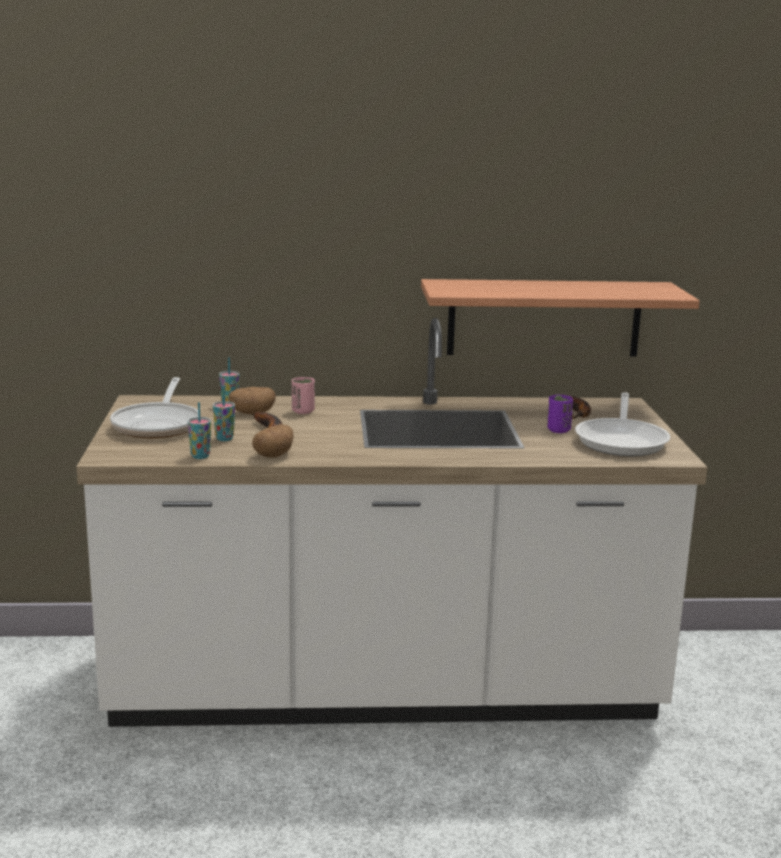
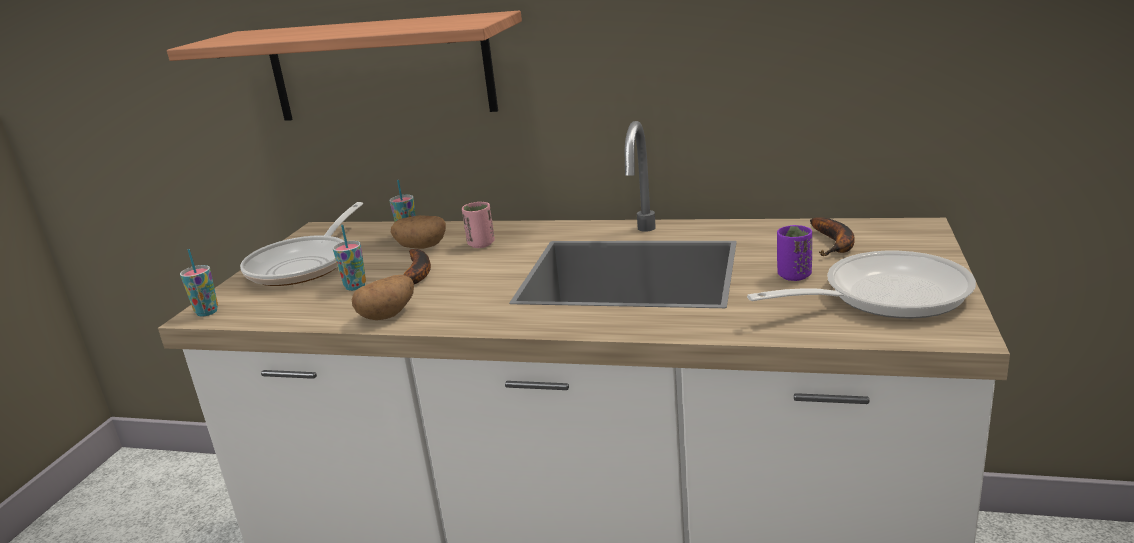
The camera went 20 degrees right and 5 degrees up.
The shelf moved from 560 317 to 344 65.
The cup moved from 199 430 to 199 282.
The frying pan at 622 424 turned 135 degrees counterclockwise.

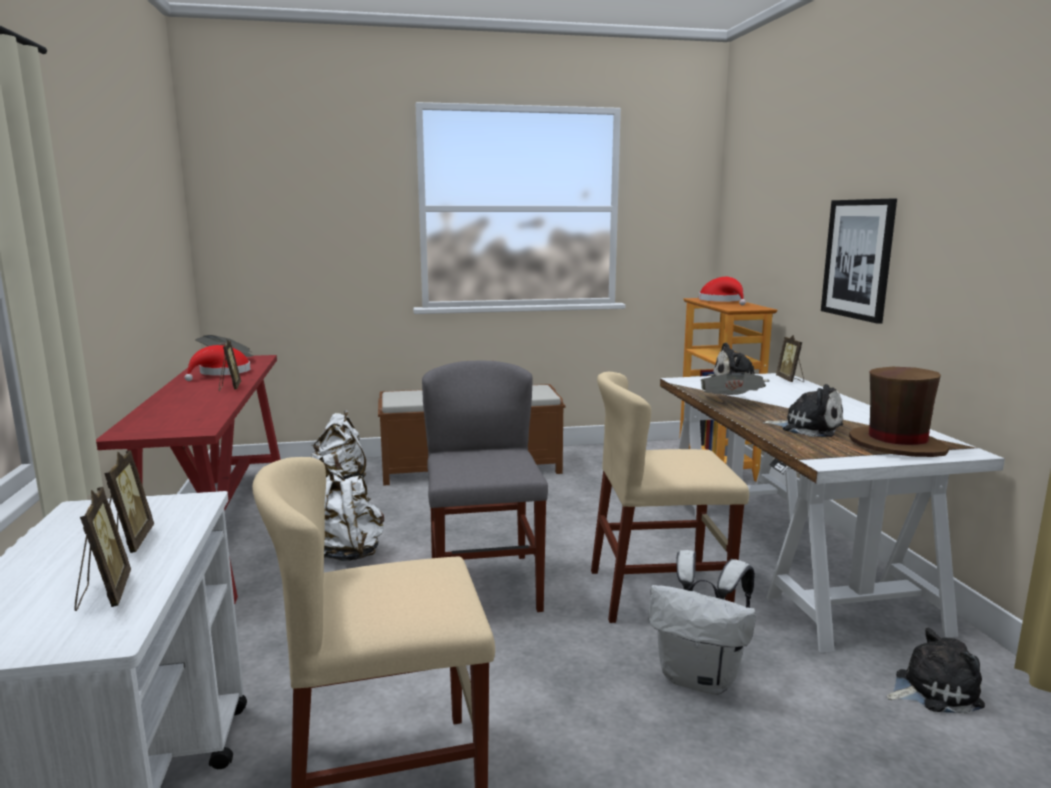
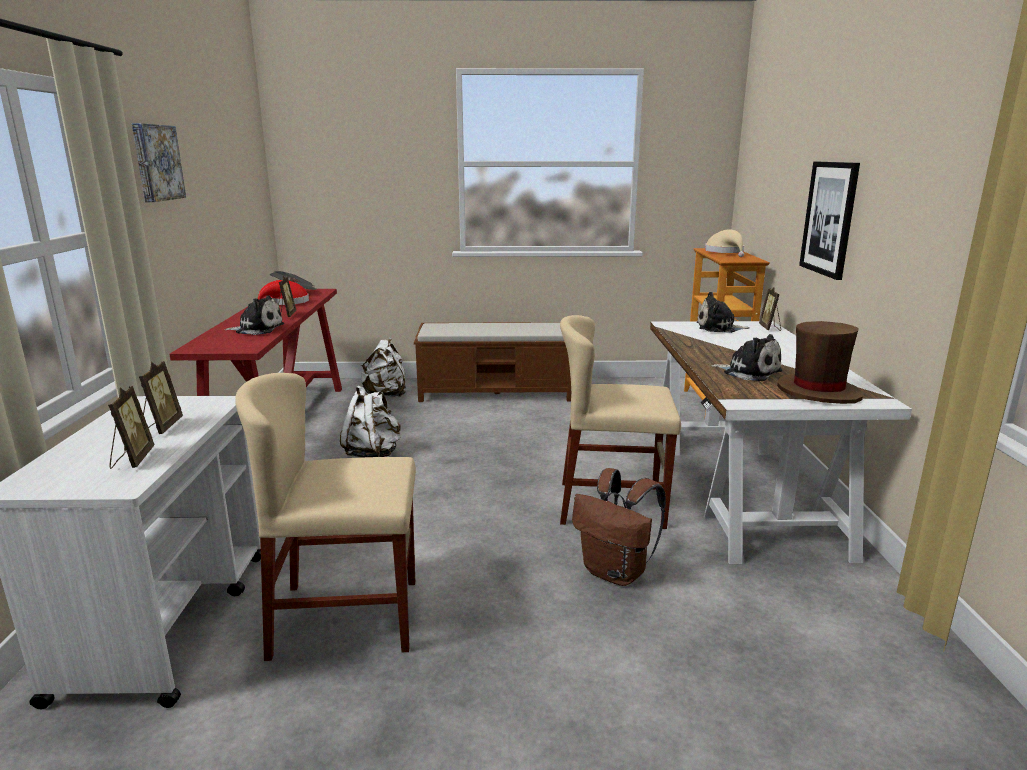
The camera went 10 degrees right and 5 degrees up.
The picture at 159 162 appeared.
The plush toy moved from 936 671 to 254 315.
The white backpack at 702 622 became the brown backpack at 619 527.
The red hat at 722 291 became the beige hat at 724 243.
The grey chair at 485 486 disappeared.
The newspaper at 733 383 disappeared.

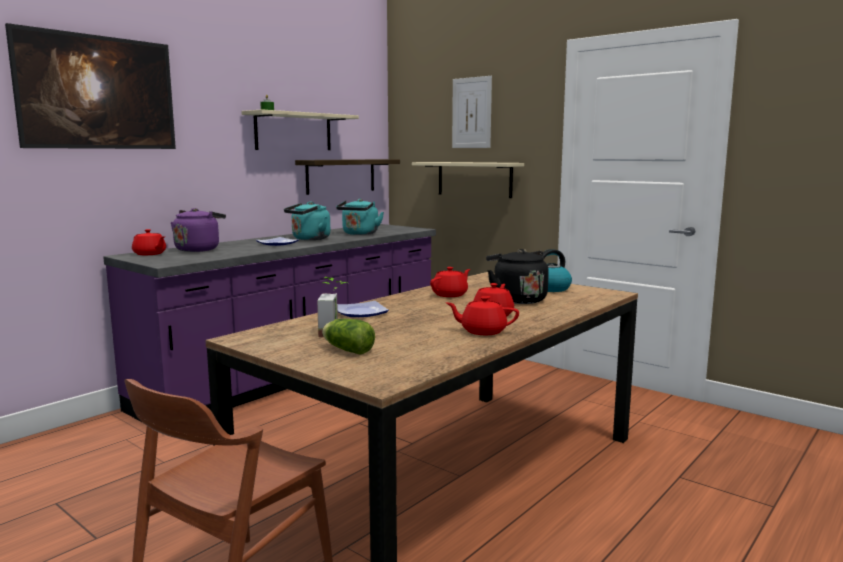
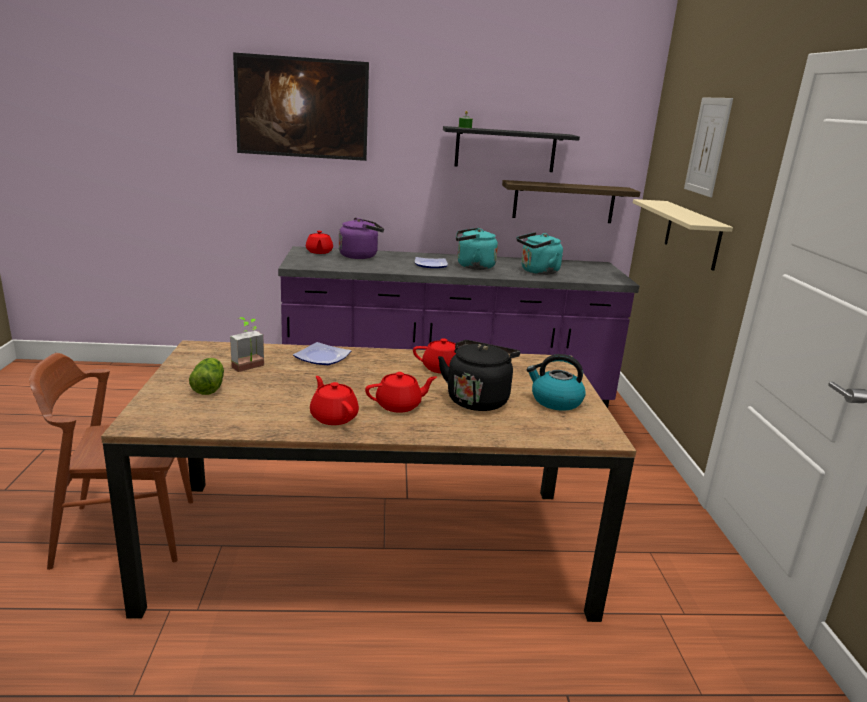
The camera went 45 degrees right and 10 degrees up.
The beige shelf at 300 130 became the black shelf at 511 149.

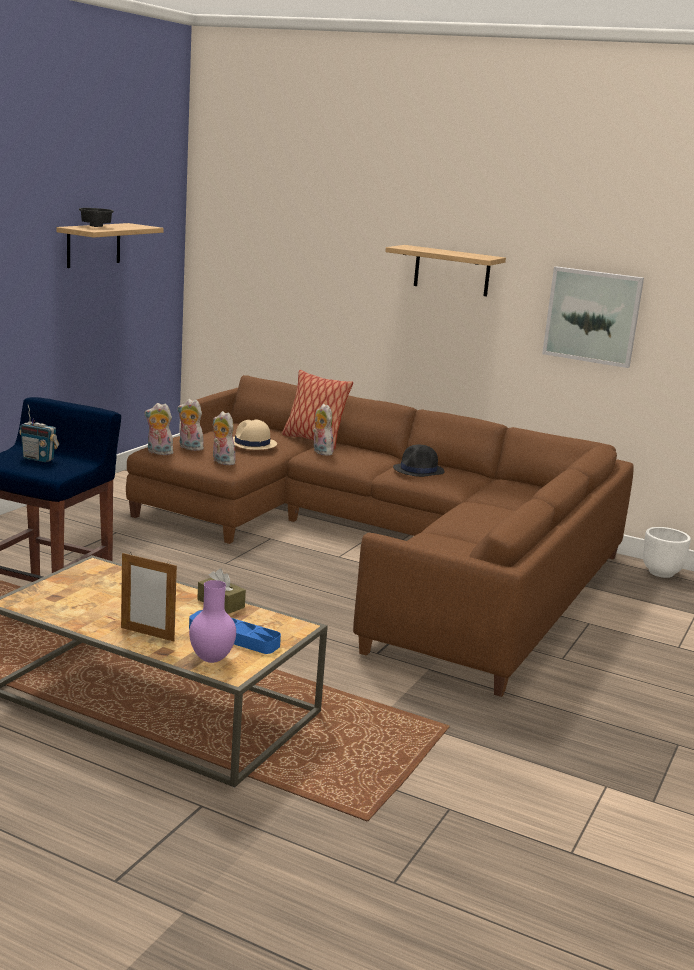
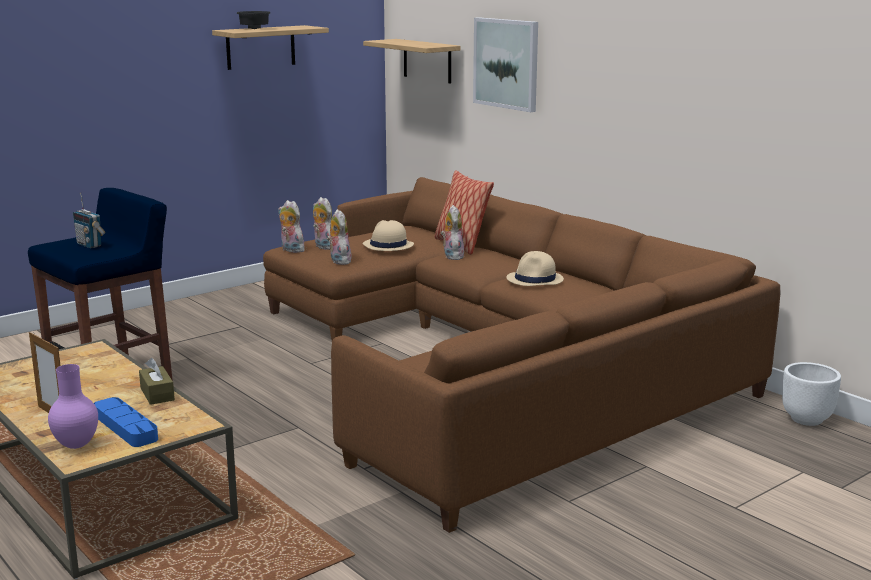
The camera went 25 degrees right and 0 degrees up.
The shelf moved from 445 270 to 411 61.
The picture moved from 593 317 to 505 64.
The black hat at 419 461 became the beige hat at 535 268.

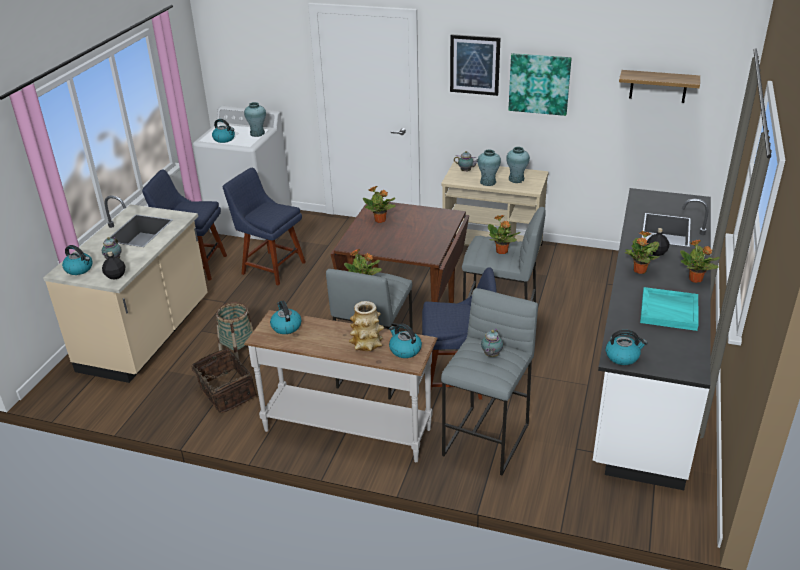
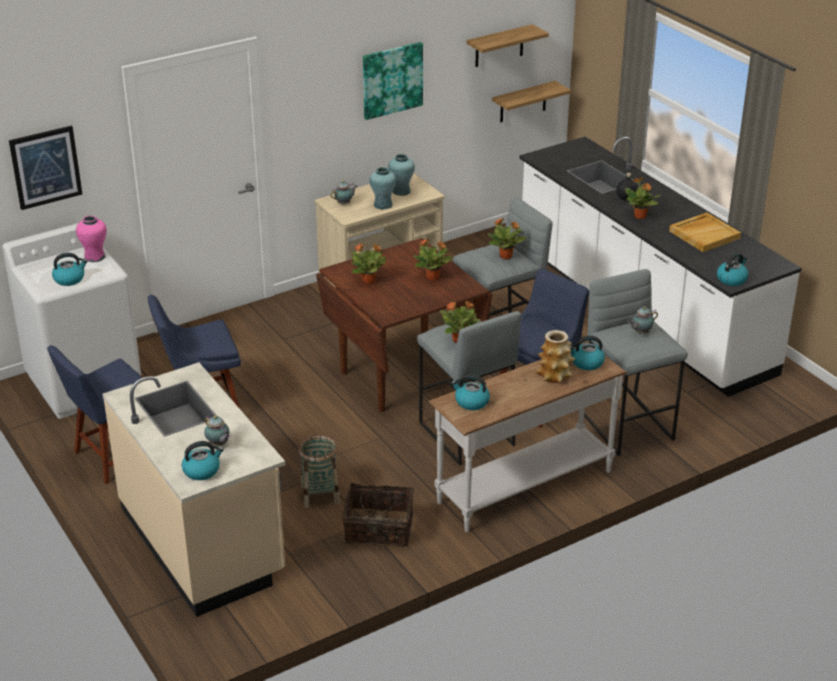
The camera went 50 degrees left and 0 degrees up.
The picture moved from 475 65 to 45 168.
The turquoise vase at 255 119 became the pink vase at 91 239.
The potted plant moved from 700 261 to 433 260.
The shelf at 531 101 appeared.
The teapot at 492 342 turned 90 degrees clockwise.
The turquoise tray at 669 309 became the beige tray at 705 232.
The black bottle at 113 265 disappeared.

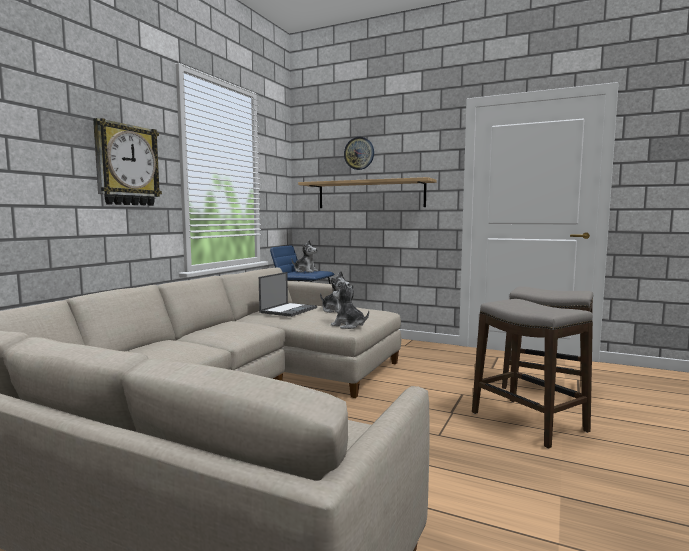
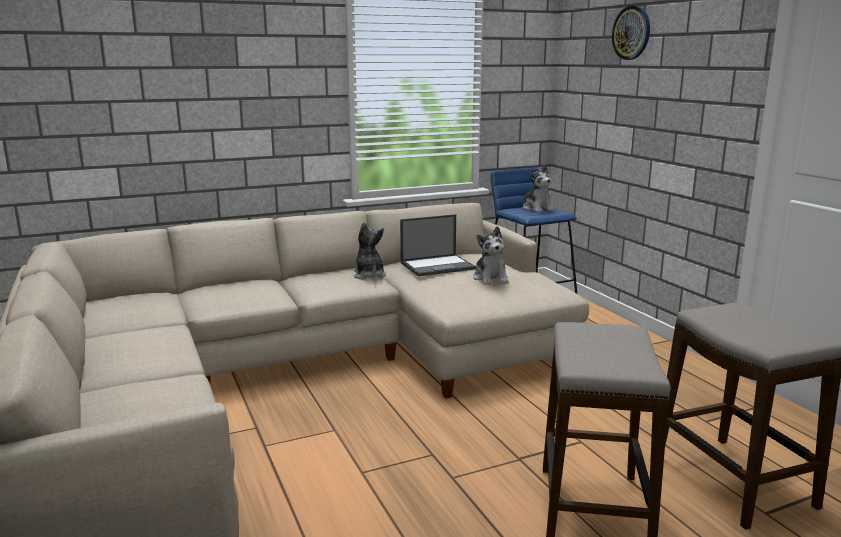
The camera went 40 degrees right and 10 degrees up.
The plush toy moved from 350 305 to 369 250.
The wall clock at 127 162 disappeared.
The shelf at 367 192 disappeared.

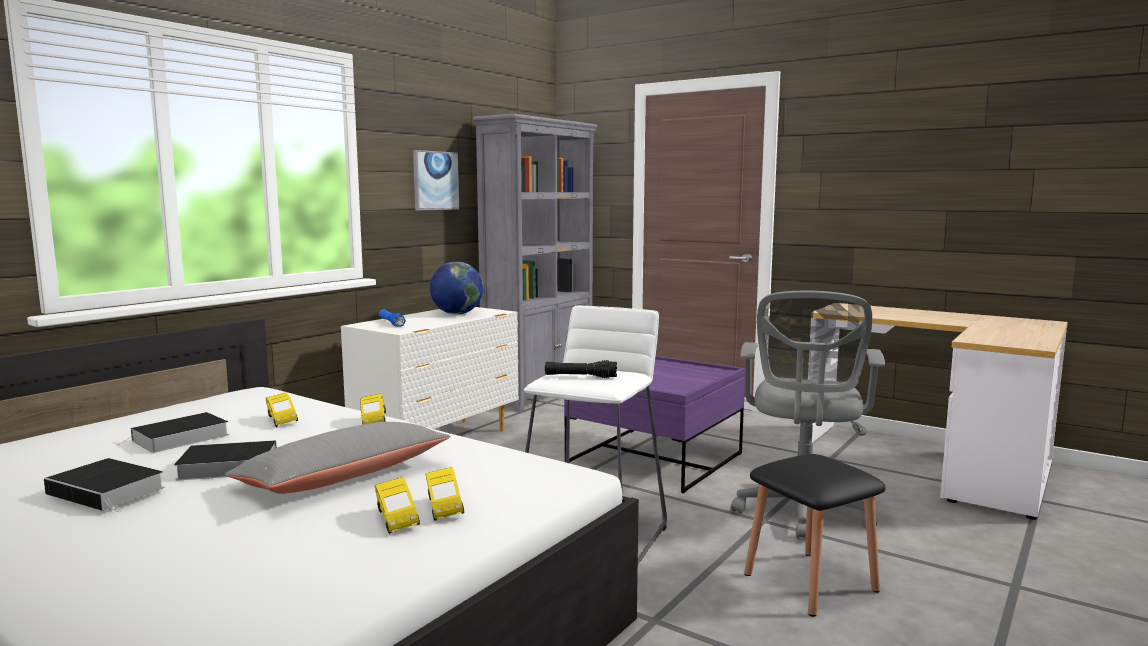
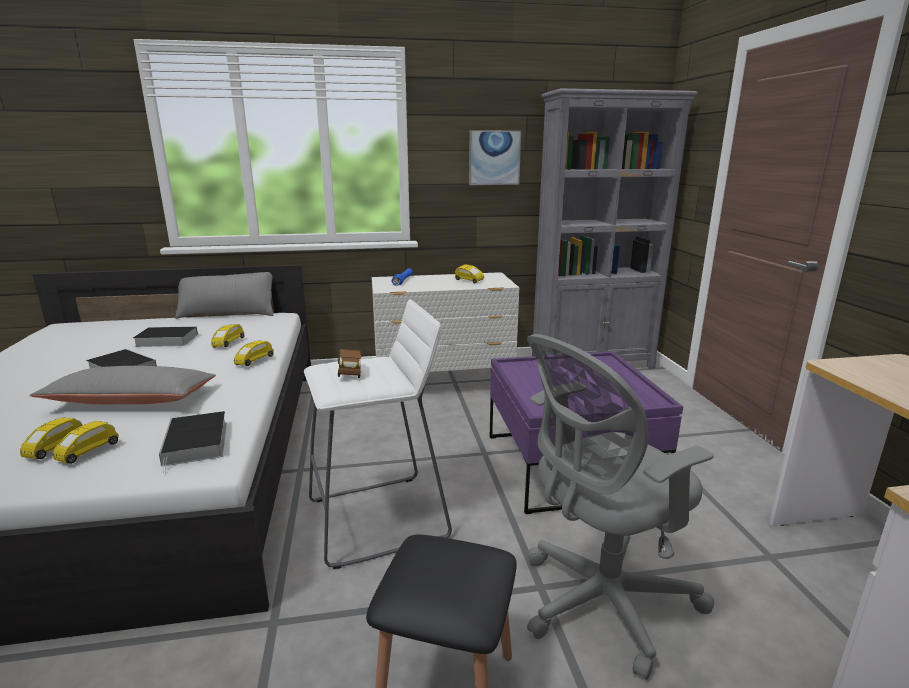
The camera went 45 degrees right and 10 degrees up.
The book moved from 104 485 to 193 442.
The grey pillow at 224 295 appeared.
The black flashlight at 581 369 was replaced by the brown toy car at 349 363.
The globe at 456 288 was replaced by the yellow toy car at 469 274.

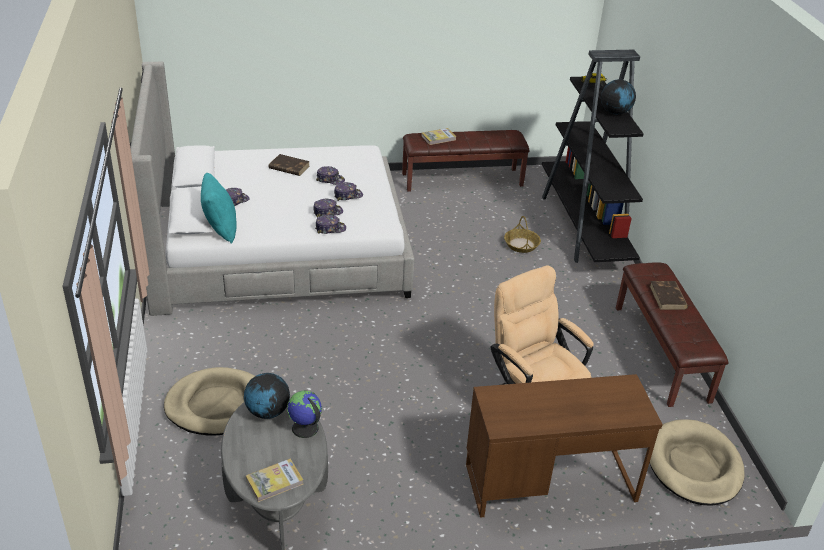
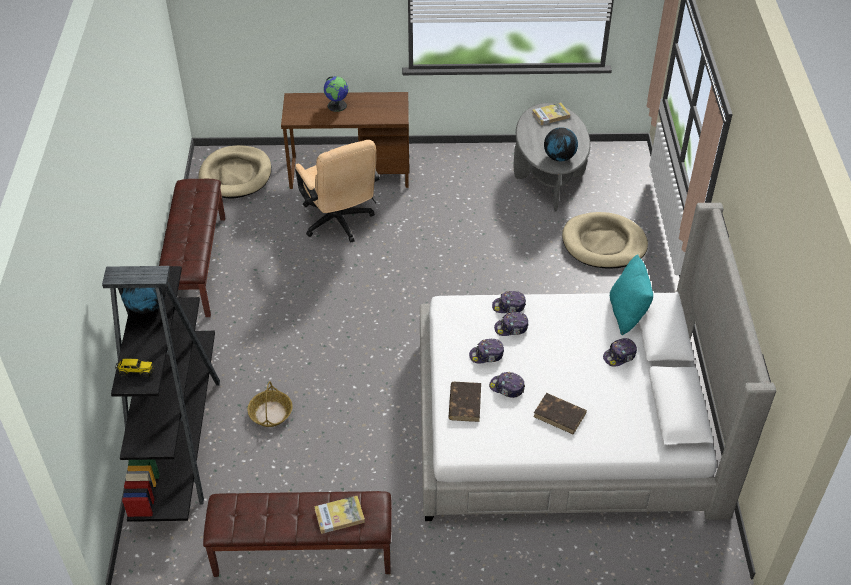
The camera went 170 degrees left and 10 degrees up.
The globe moved from 304 414 to 336 94.
The brown book moved from 669 295 to 464 402.

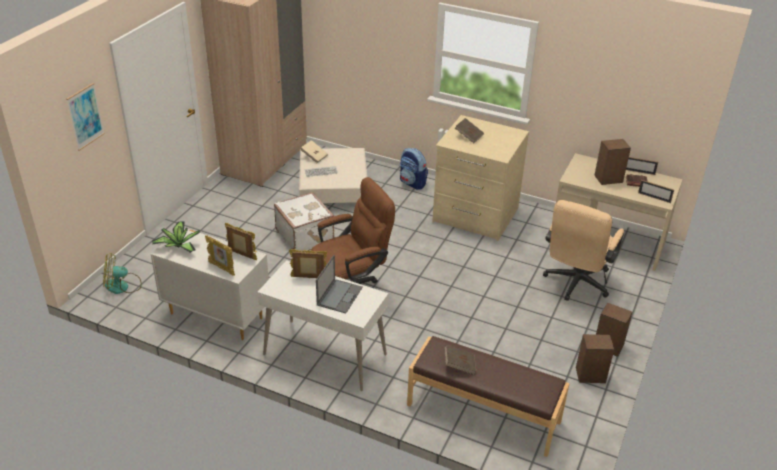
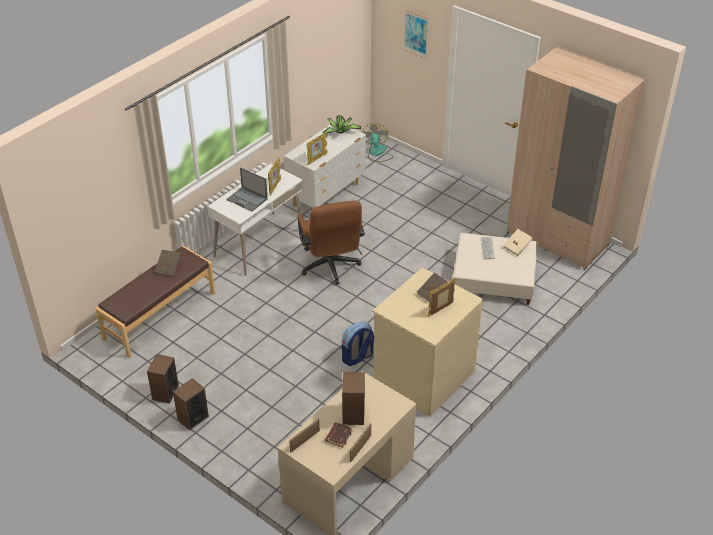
The camera went 105 degrees right and 5 degrees up.
The backpack moved from 414 169 to 358 343.
The picture frame moved from 220 255 to 442 297.
The white suitcase at 304 222 disappeared.
The beige office chair at 583 250 disappeared.

